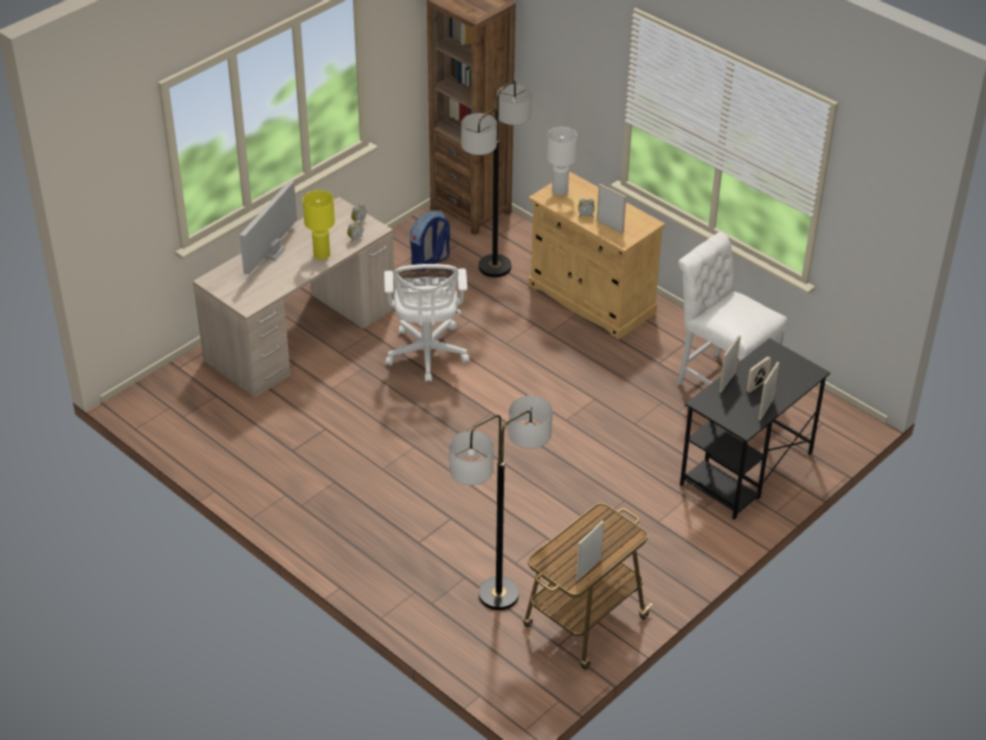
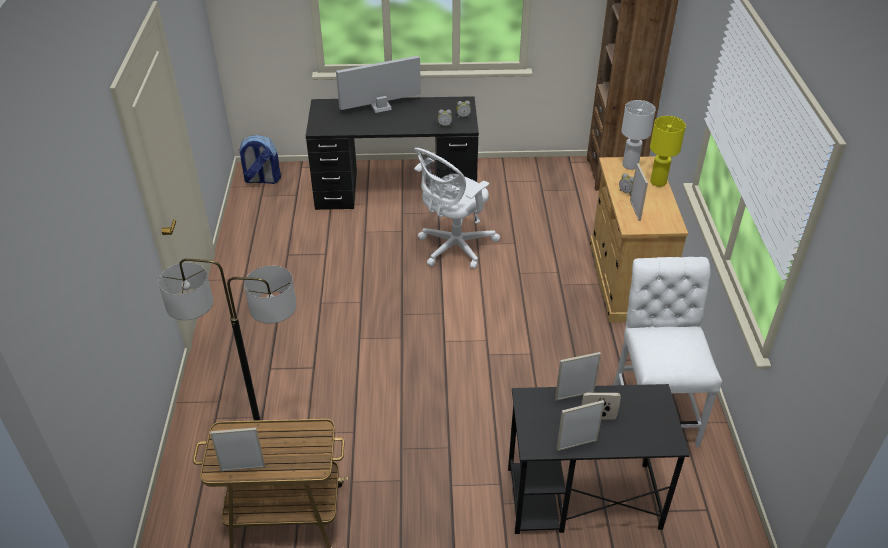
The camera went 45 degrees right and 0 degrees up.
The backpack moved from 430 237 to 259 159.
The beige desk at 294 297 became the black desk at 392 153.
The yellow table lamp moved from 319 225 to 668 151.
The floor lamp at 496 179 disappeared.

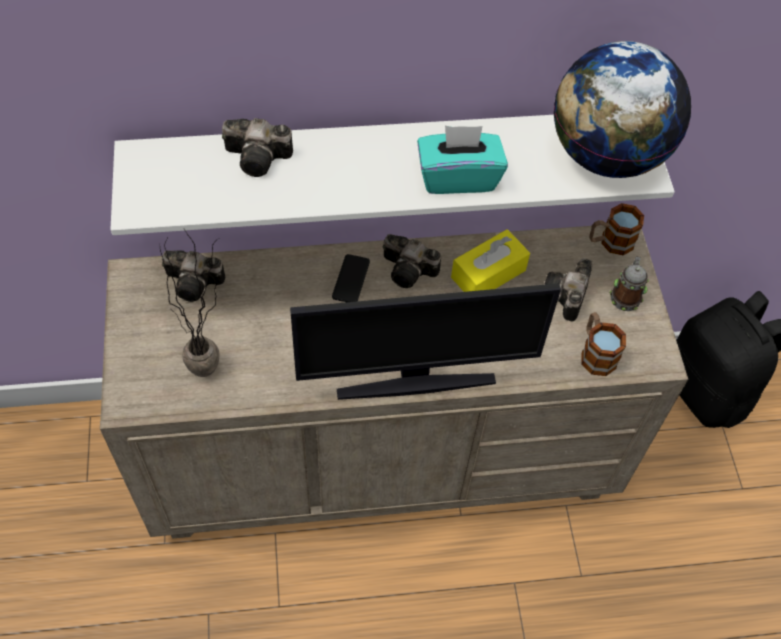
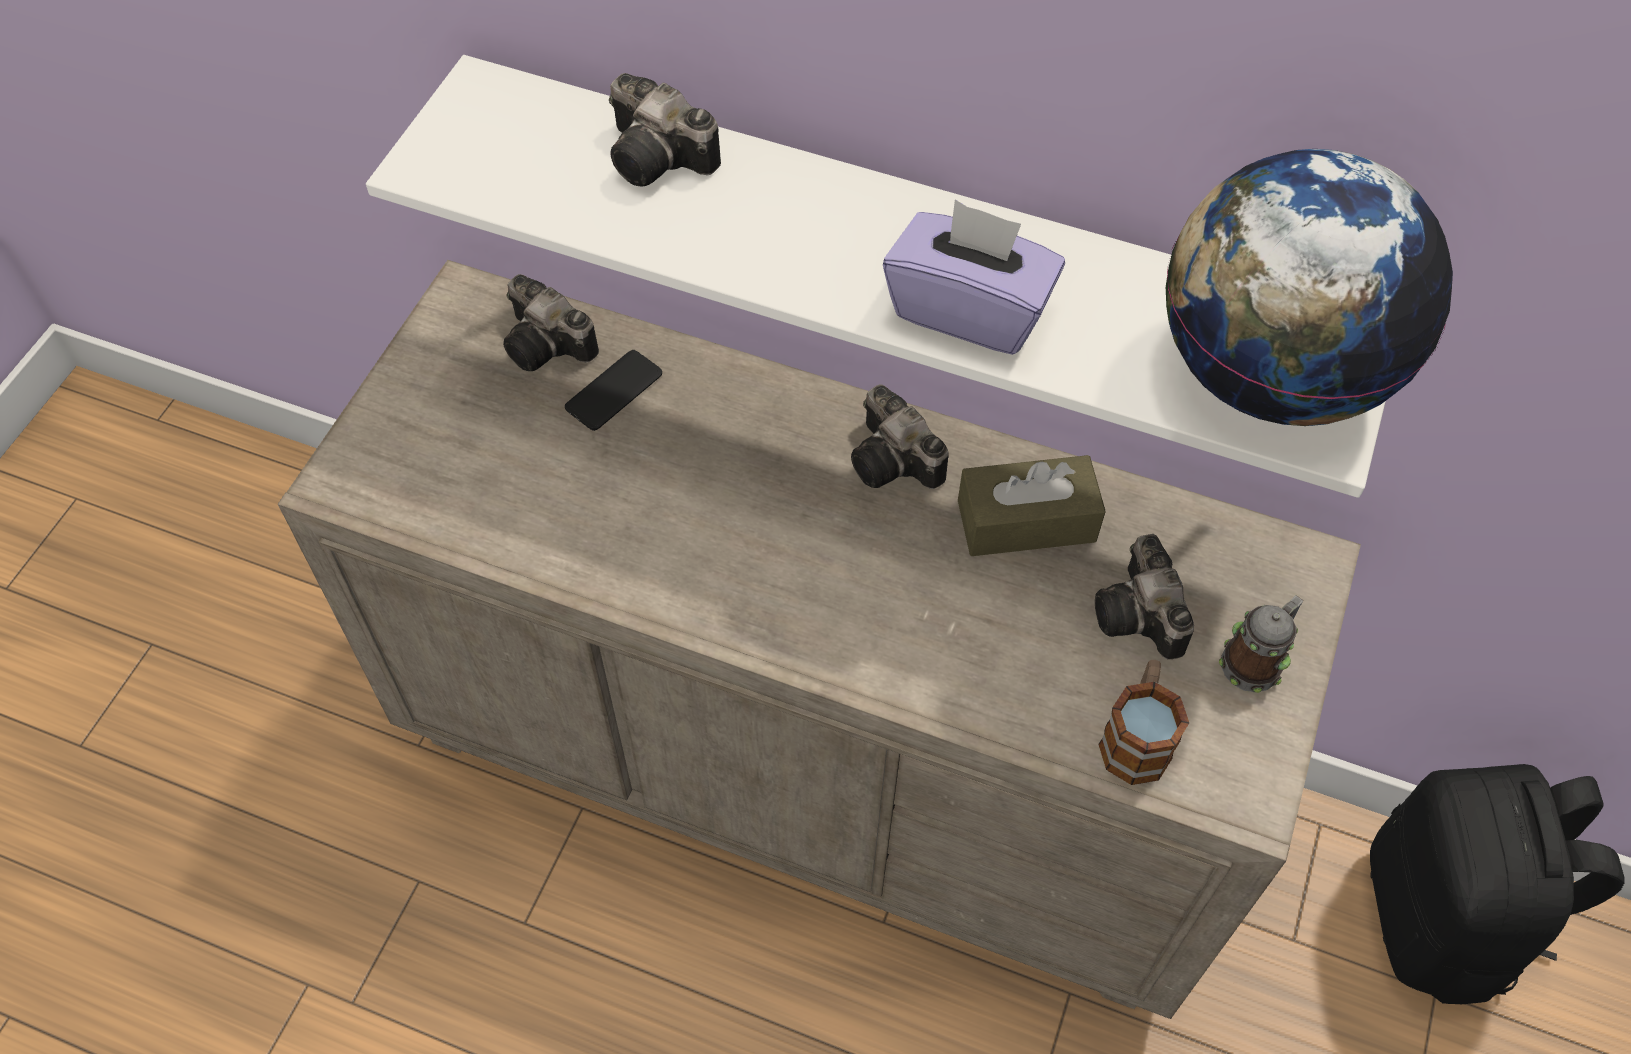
The camera went 30 degrees right and 0 degrees up.
The phone moved from 351 278 to 613 390.
The turquoise tissue box at 462 159 became the purple tissue box at 974 277.
The yellow tissue box at 490 260 became the brown tissue box at 1032 505.
The photo camera at 568 289 turned 60 degrees counterclockwise.
The potted plant at 190 302 disappeared.
The monitor at 425 341 disappeared.
The mug at 616 229 disappeared.

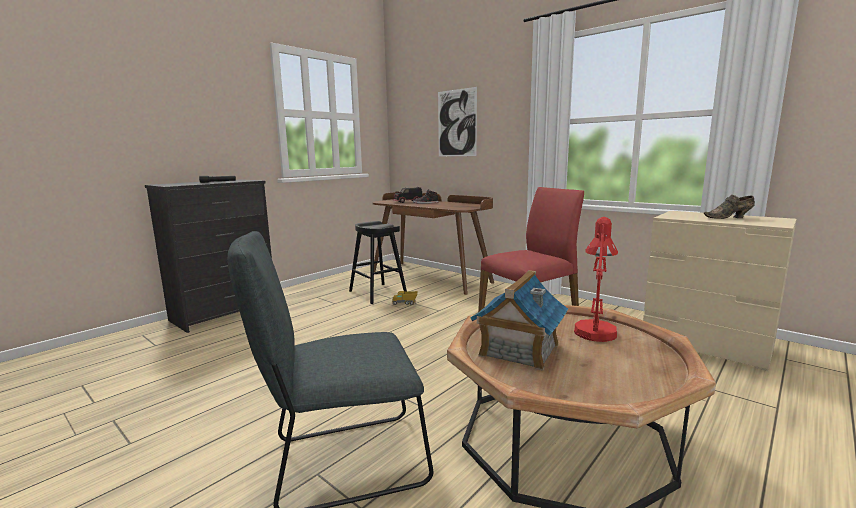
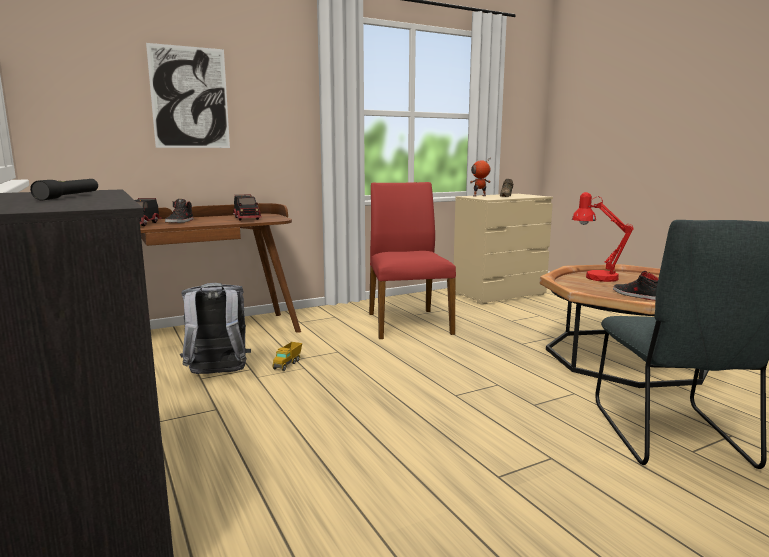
The camera went 70 degrees left and 0 degrees up.
The black stool at 378 262 was replaced by the grey backpack at 215 328.
The toy truck at 247 207 appeared.
The toy robot at 480 176 appeared.
The toy house at 519 320 was replaced by the black shoe at 635 286.

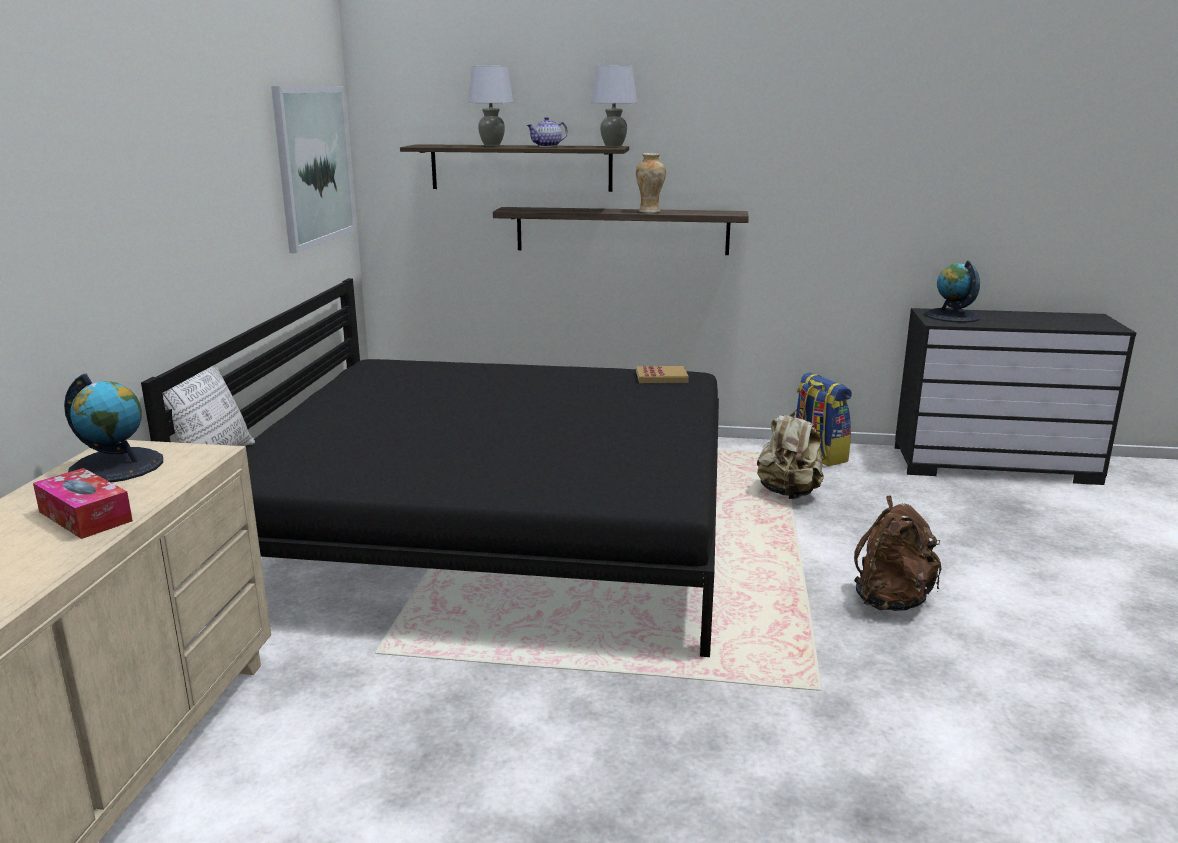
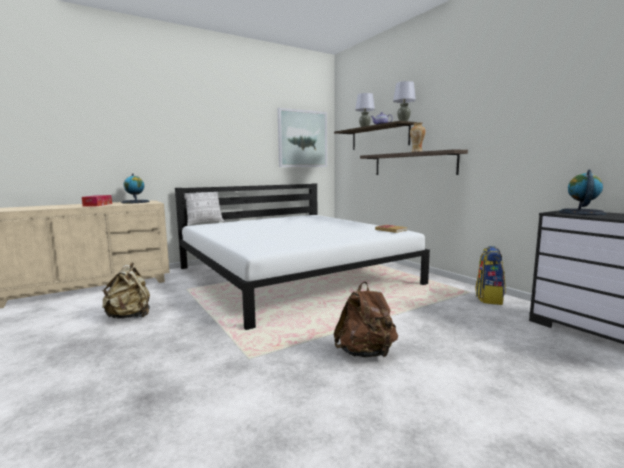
The camera went 50 degrees right and 10 degrees down.
The beige backpack moved from 790 453 to 126 290.
The black bed at 430 467 became the white bed at 302 256.

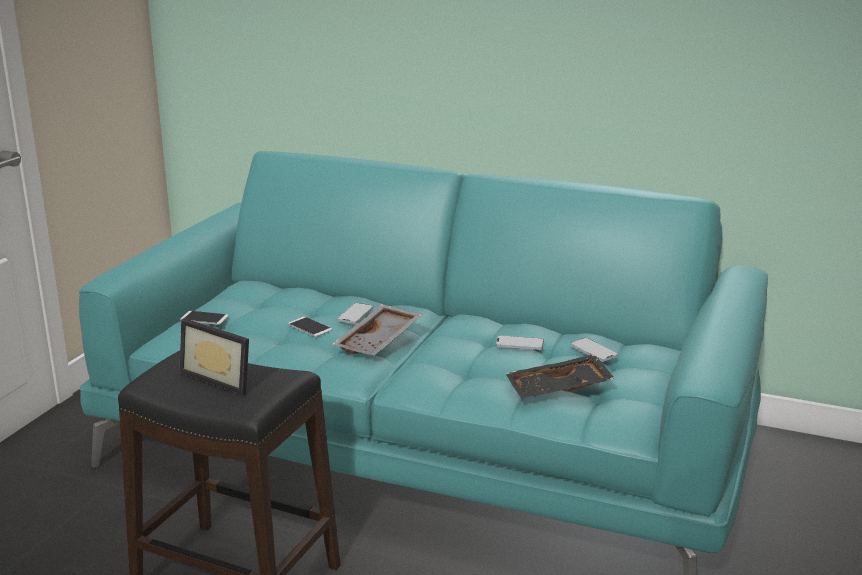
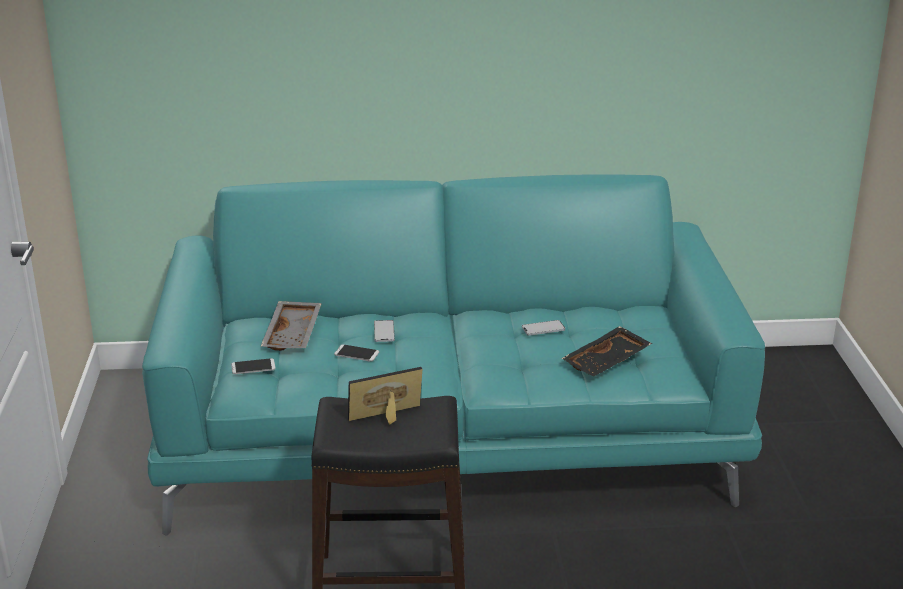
The camera went 25 degrees left and 5 degrees up.
The grey tray moved from 377 329 to 291 326.
The picture frame at 214 356 turned 150 degrees clockwise.
The phone at 594 350 disappeared.

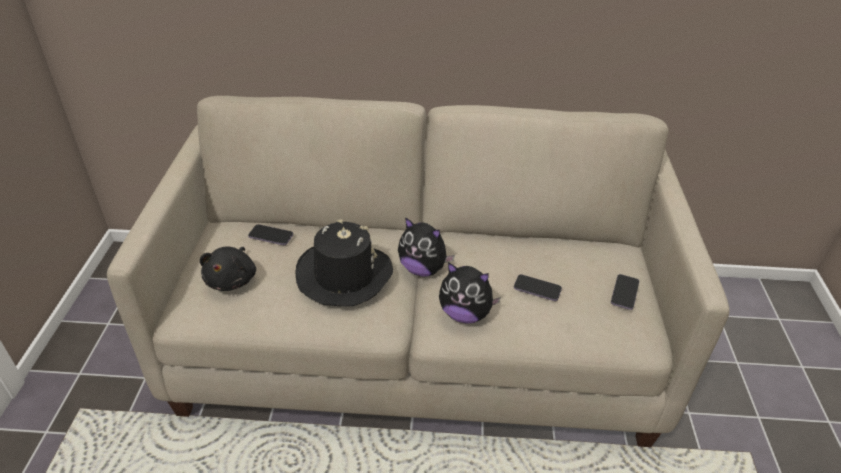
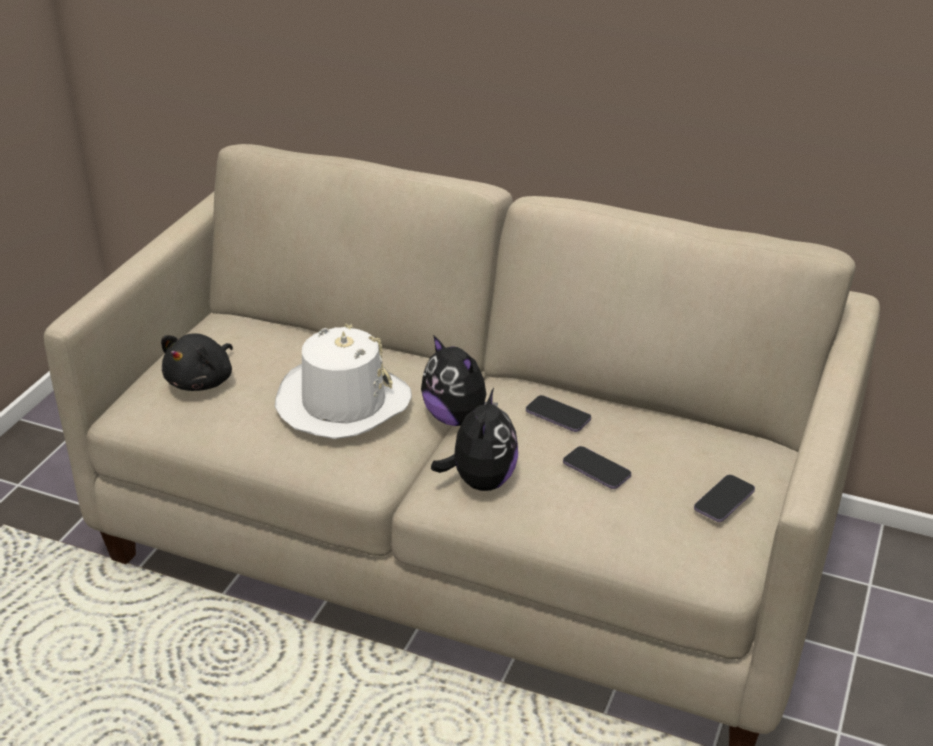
The camera went 20 degrees right and 5 degrees down.
The black hat at 344 262 became the white hat at 343 381.
The plush toy at 470 293 turned 120 degrees counterclockwise.
The phone moved from 270 234 to 558 413.

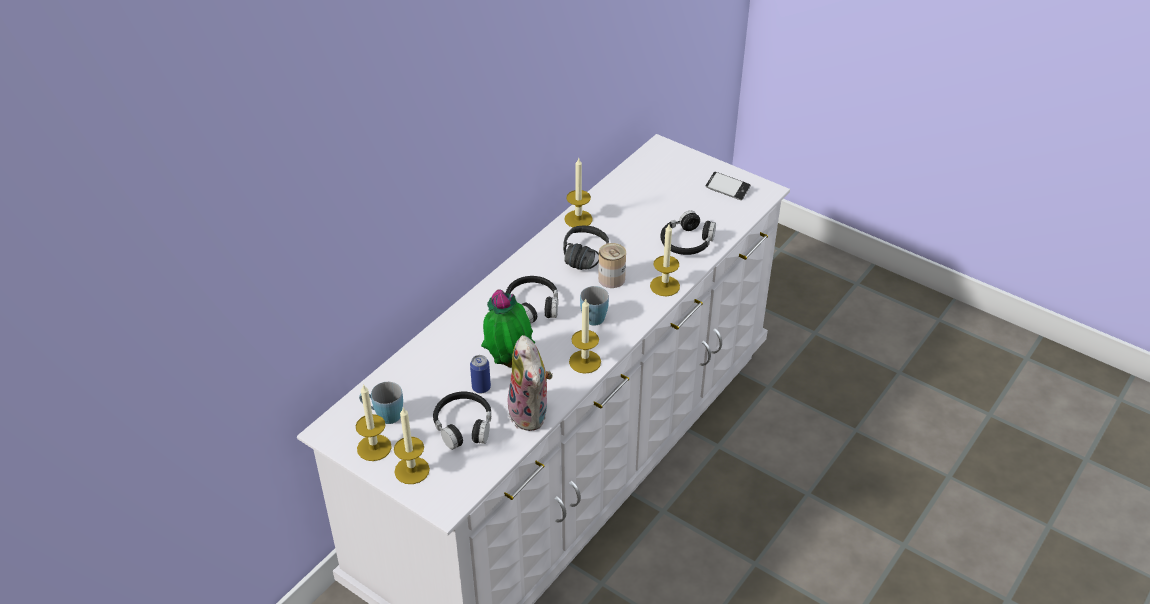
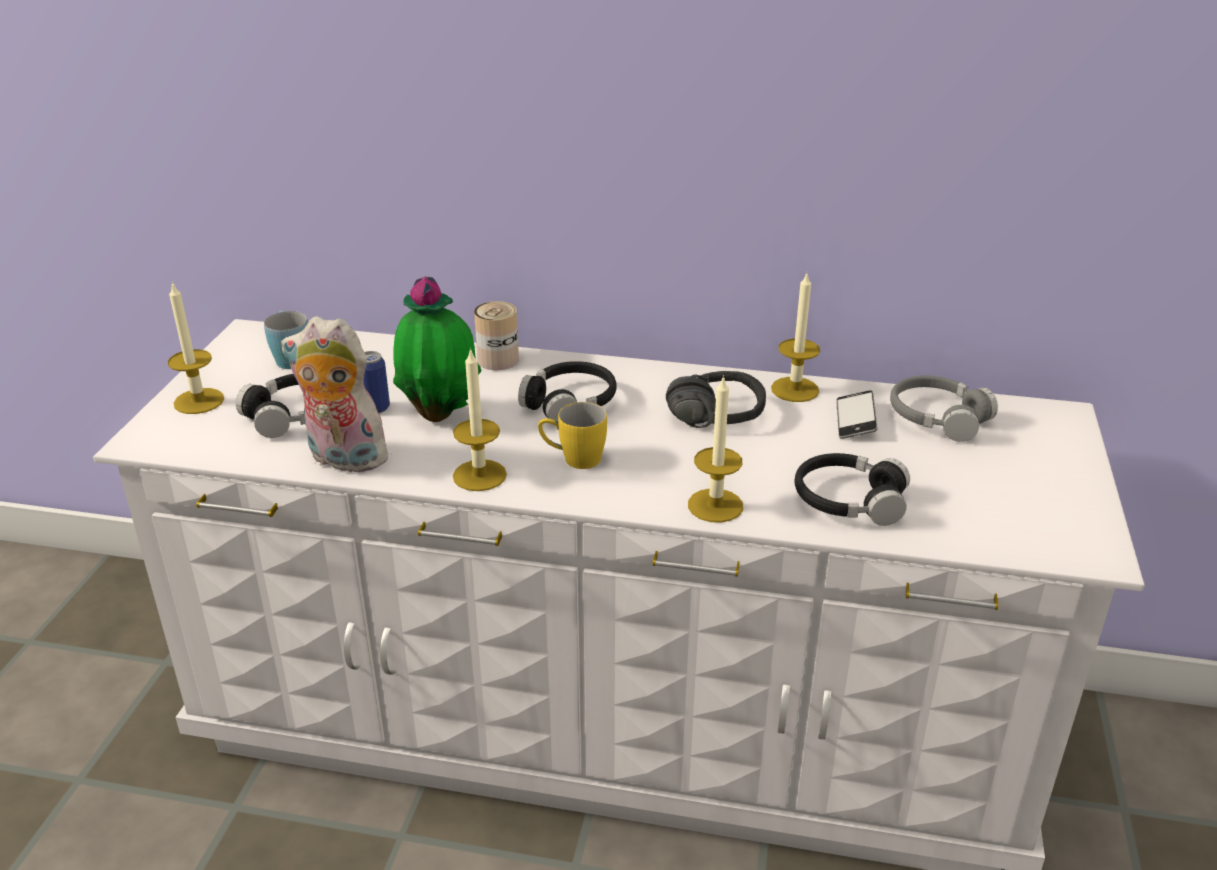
The camera went 65 degrees right and 10 degrees down.
The plush toy at 529 383 turned 60 degrees clockwise.
The can moved from 612 265 to 496 335.
The blue mug at 594 306 became the yellow mug at 572 435.
The phone moved from 728 186 to 857 414.
The grey headphones at 944 409 appeared.
The candle at 374 422 disappeared.

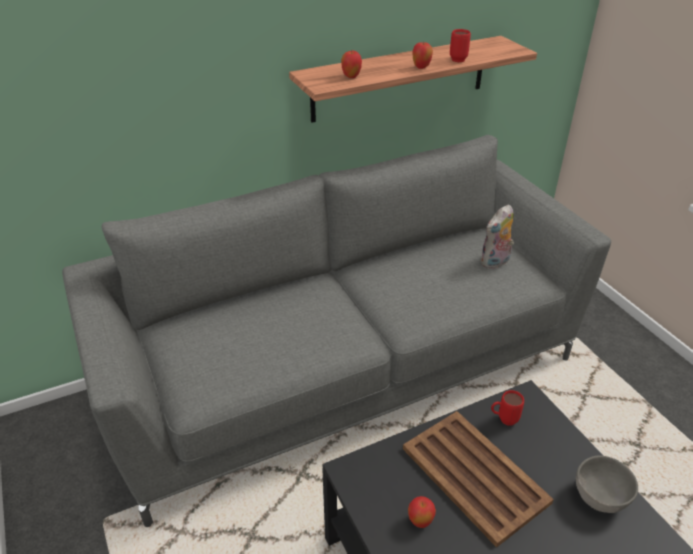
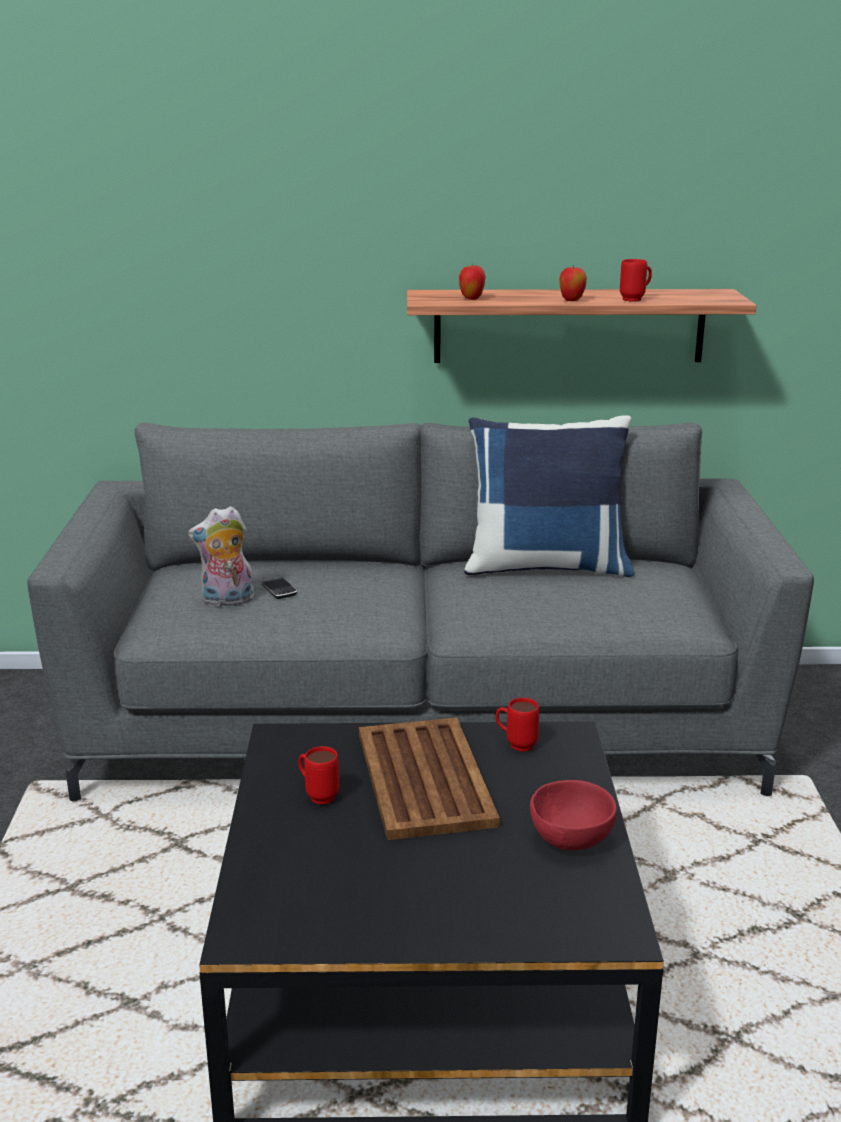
The camera went 25 degrees right and 15 degrees down.
The plush toy moved from 497 236 to 221 556.
The phone at 279 588 appeared.
The apple at 422 512 was replaced by the red mug at 318 775.
The blue pillow at 549 496 appeared.
The grey bowl at 607 484 became the red bowl at 573 815.

